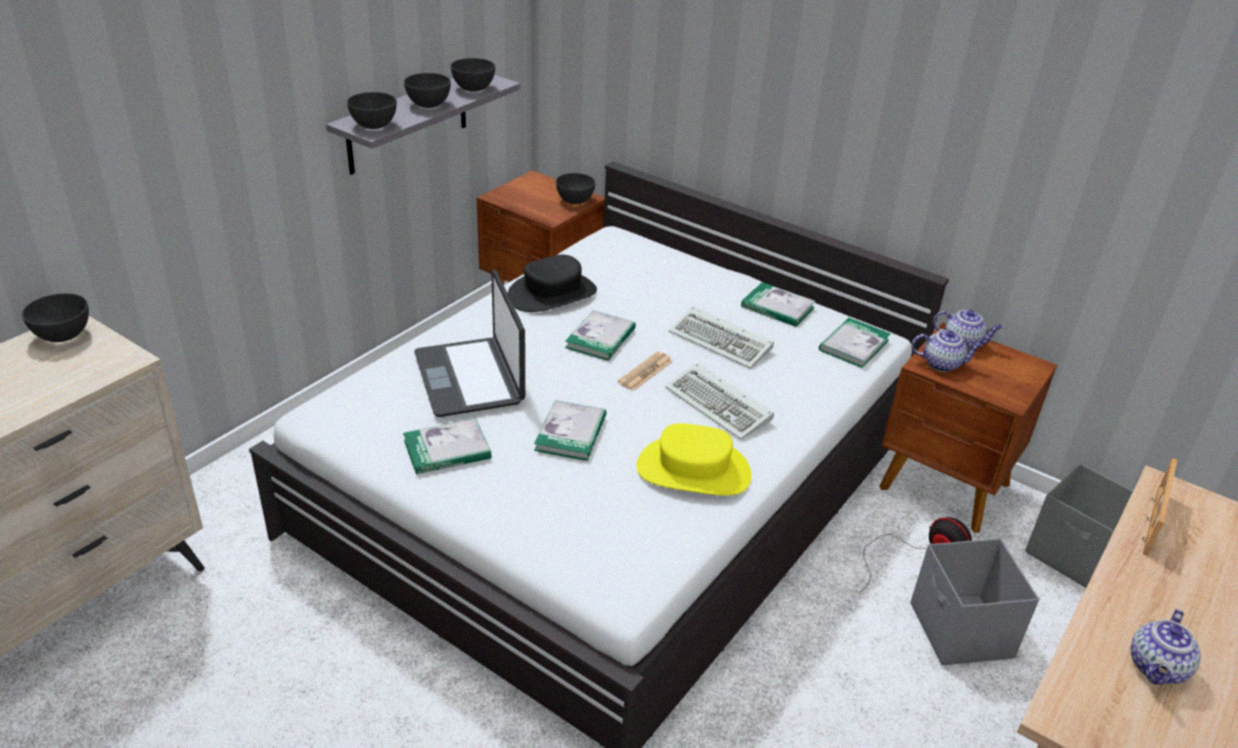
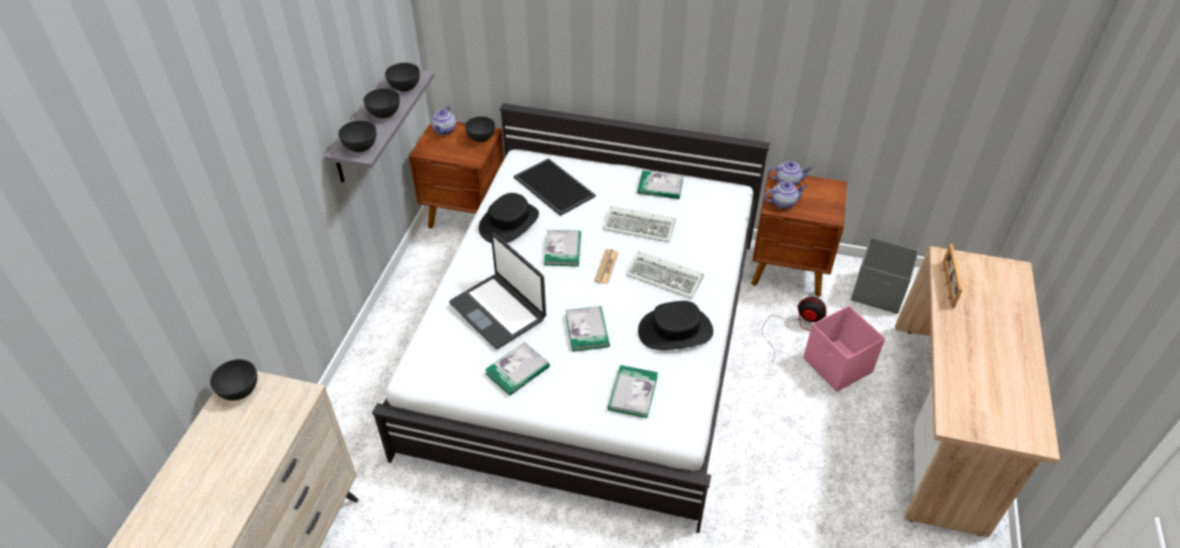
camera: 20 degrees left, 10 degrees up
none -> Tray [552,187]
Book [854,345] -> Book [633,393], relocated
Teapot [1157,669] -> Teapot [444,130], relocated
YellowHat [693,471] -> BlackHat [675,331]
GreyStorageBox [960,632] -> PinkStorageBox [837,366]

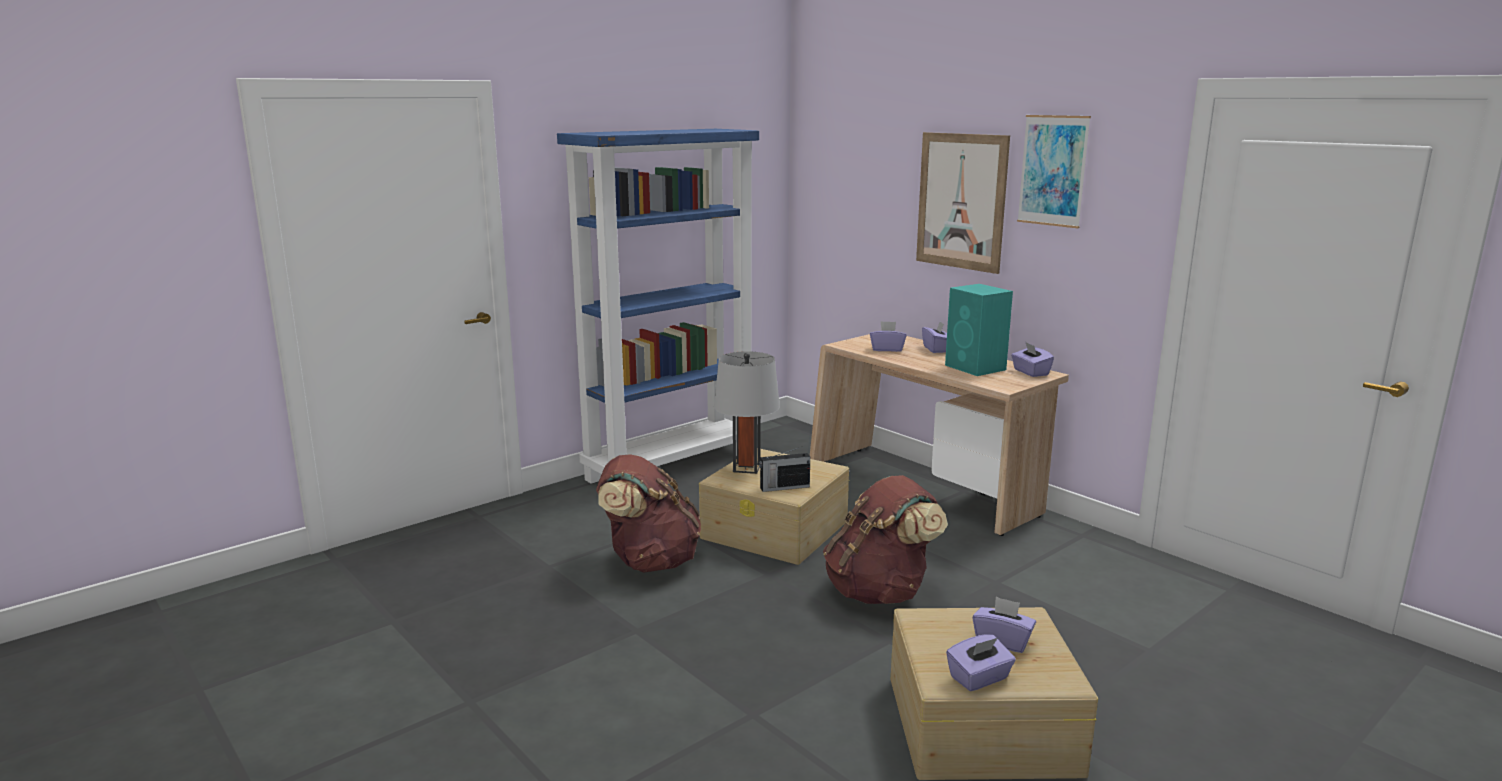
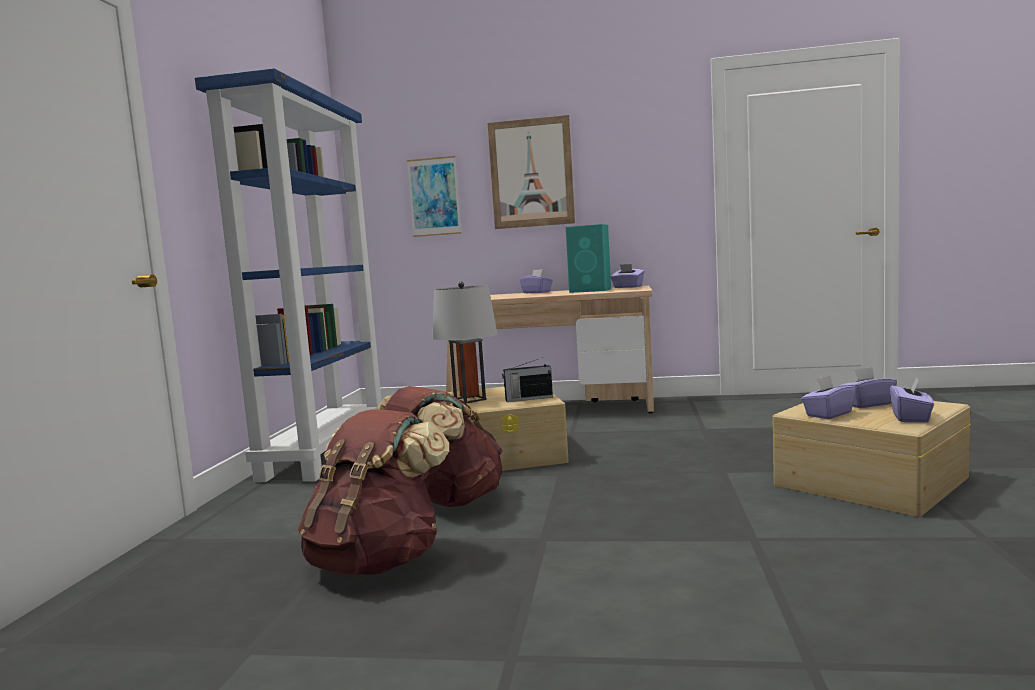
camera: 40 degrees left, 10 degrees down
BrownBackpack [880,592] -> BrownBackpack [377,561], relocated
PurpleTissueBox [887,349] -> PurpleTissueBox [828,414], relocated
Picture [1053,170] -> Picture [434,197], relocated
Radio [783,487] -> Radio [528,399], 45 degrees clockwise

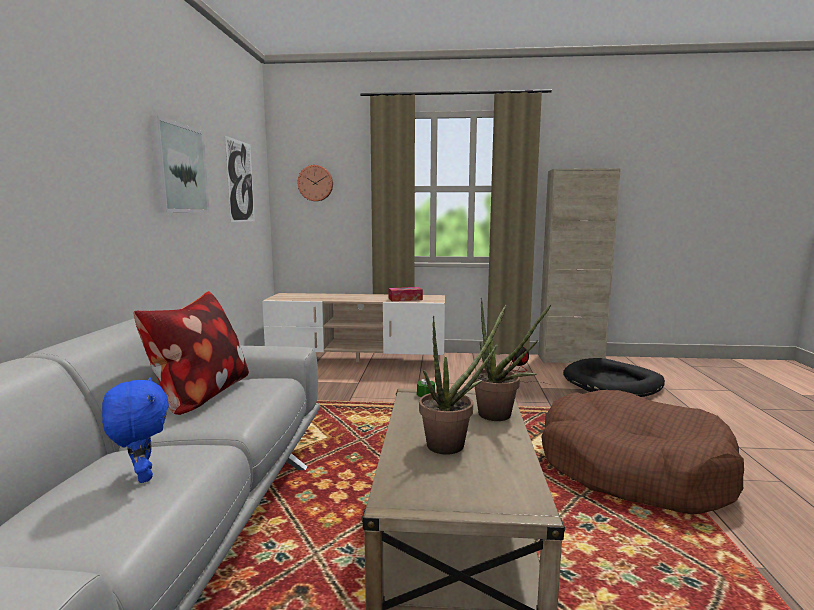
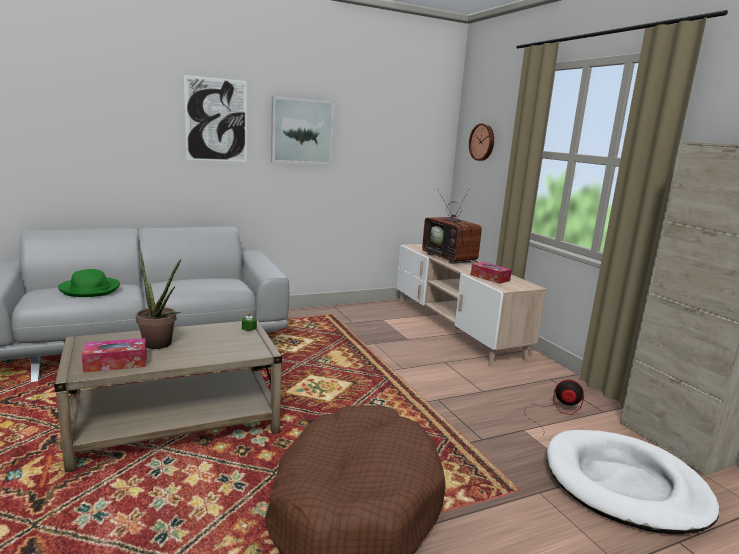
camera: 60 degrees right, 5 degrees up
Pillow [200,397] -> none
PottedPlant [500,417] -> none
none -> TissueBox [116,363]
none -> Television [451,258]
Picture [240,181] -> Picture [216,120], relocated
BluePlushToy [142,476] -> GreenHat [90,289]
BlackDogBed [612,383] -> WhiteDogBed [624,485]

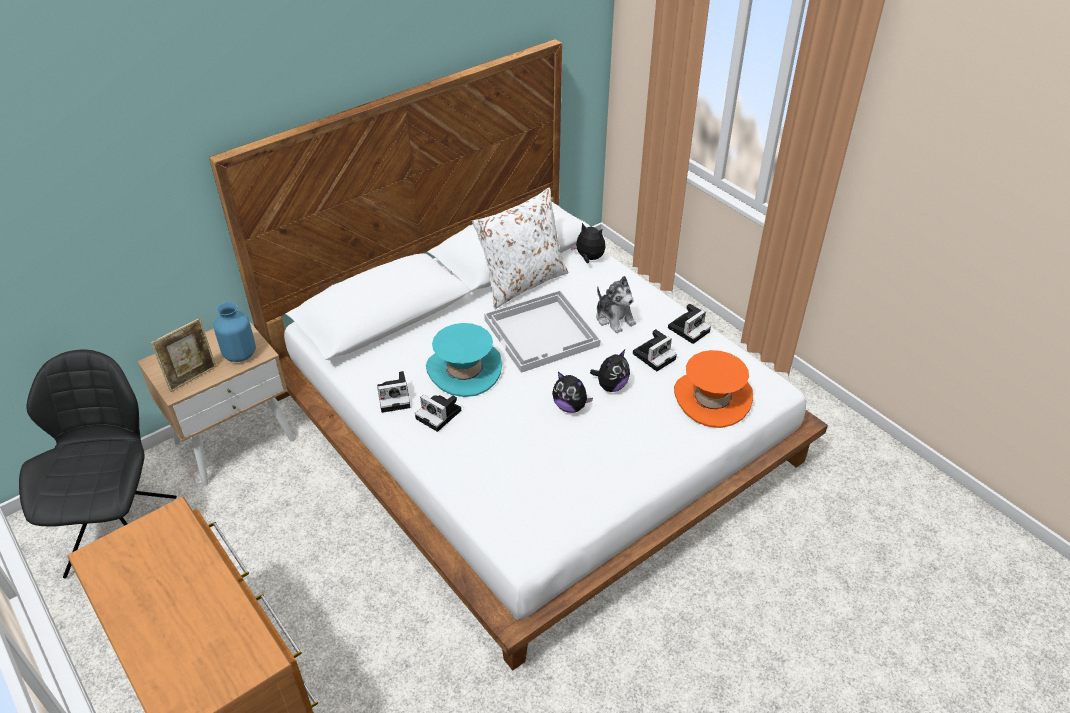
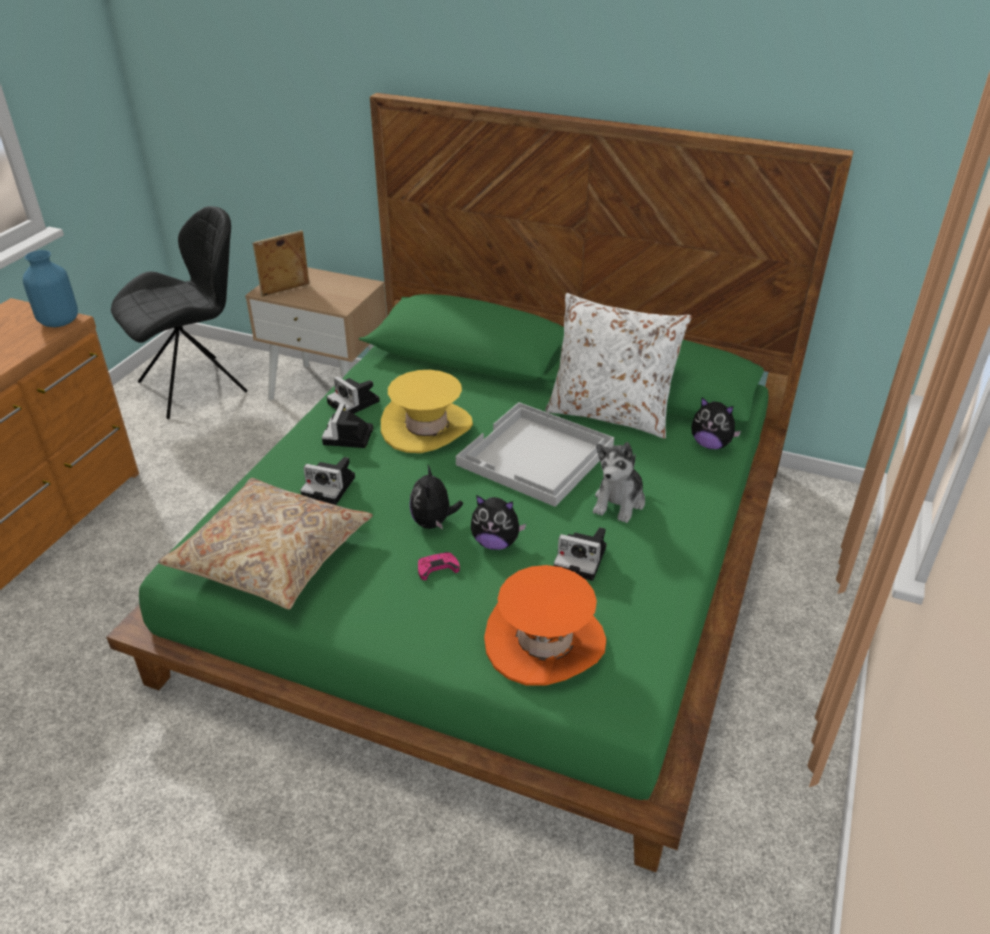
camera: 60 degrees right, 5 degrees down
none -> BeigePillow [272,555]
none -> PinkGameController [437,568]
BlueVase [239,354] -> BlueVase [59,321], relocated
PhotoCamera [689,329] -> PhotoCamera [331,487], relocated
WhiteBed [534,426] -> GreenBed [495,564]
TurquoiseHat [464,370] -> YellowHat [427,427]
PictureFrame [192,377] -> PictureFrame [286,291], 135 degrees clockwise
PlushToy [589,258] -> PlushToy [711,444], 120 degrees clockwise

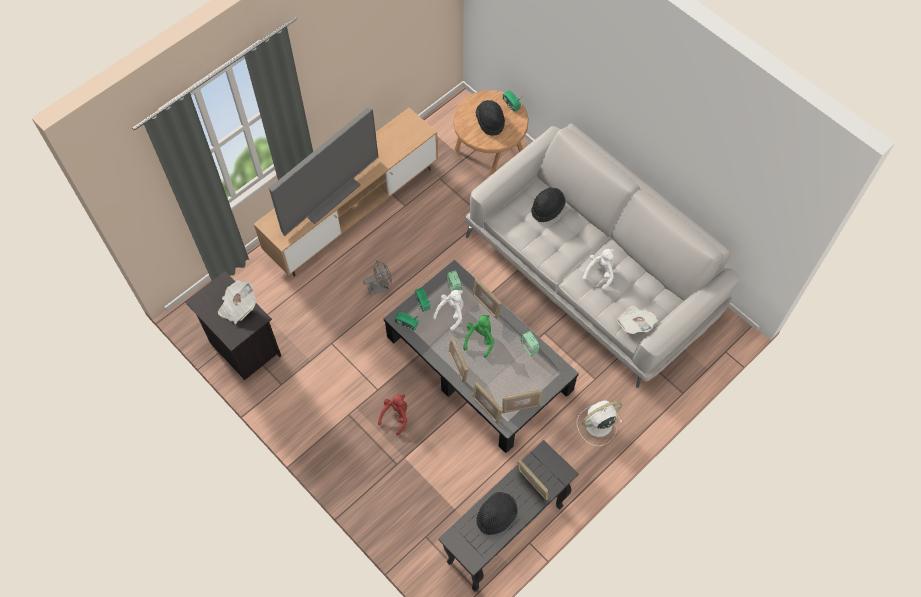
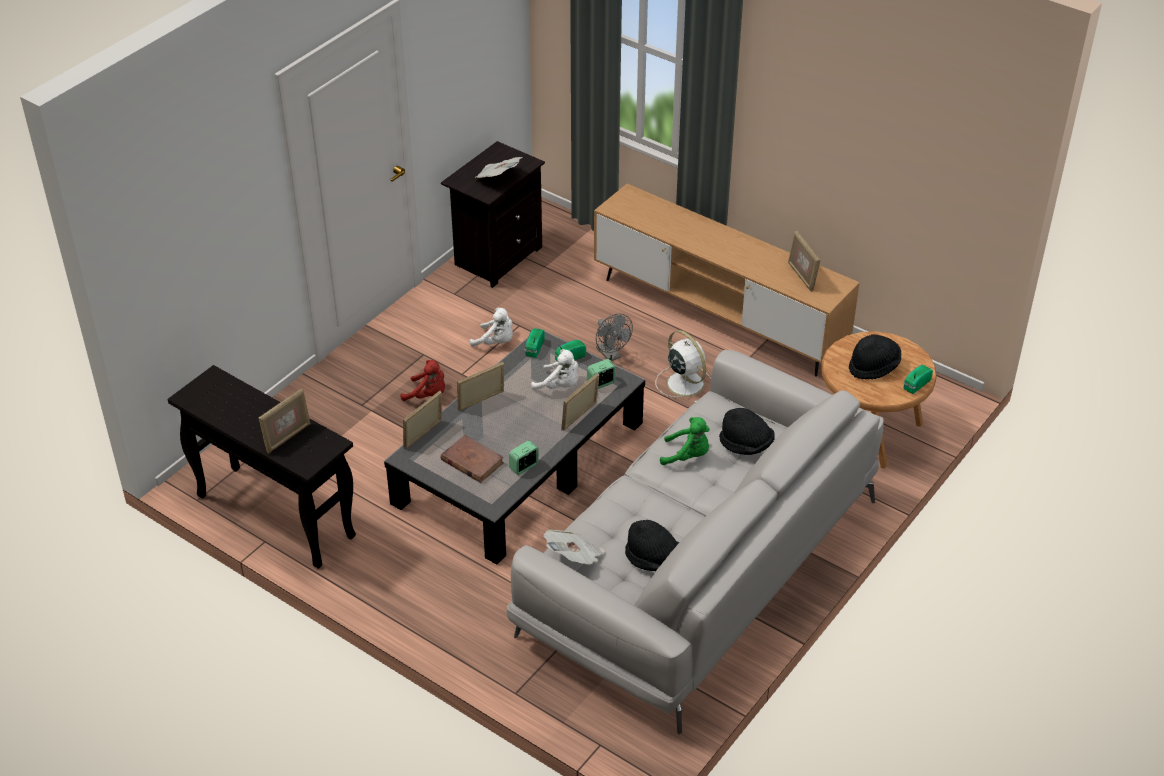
camera: 80 degrees right, 20 degrees down
Television [327,194] -> none
none -> BrownBook [472,461]
GreenPlushToy [480,339] -> GreenPlushToy [687,456], relocated
BlackHat [496,516] -> BlackHat [653,559], relocated
PictureFrame [520,407] -> PictureFrame [802,276], relocated
WhiteFan [597,425] -> WhiteFan [684,382], relocated
WhitePlushToy [600,273] -> WhitePlushToy [496,342], relocated

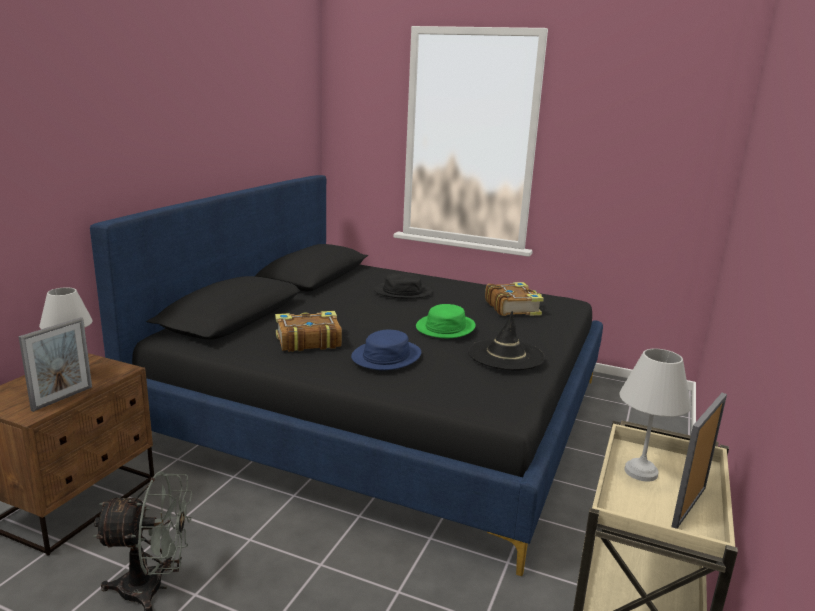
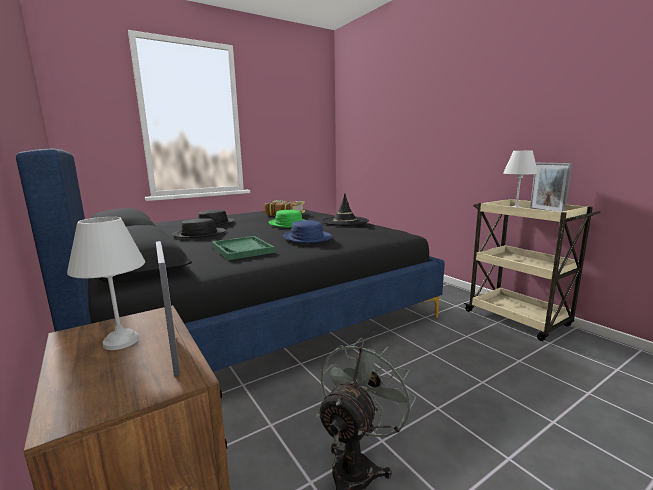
camera: 55 degrees left, 5 degrees down
none -> BlackHat [199,234]
Book [307,341] -> GreenTray [242,249]

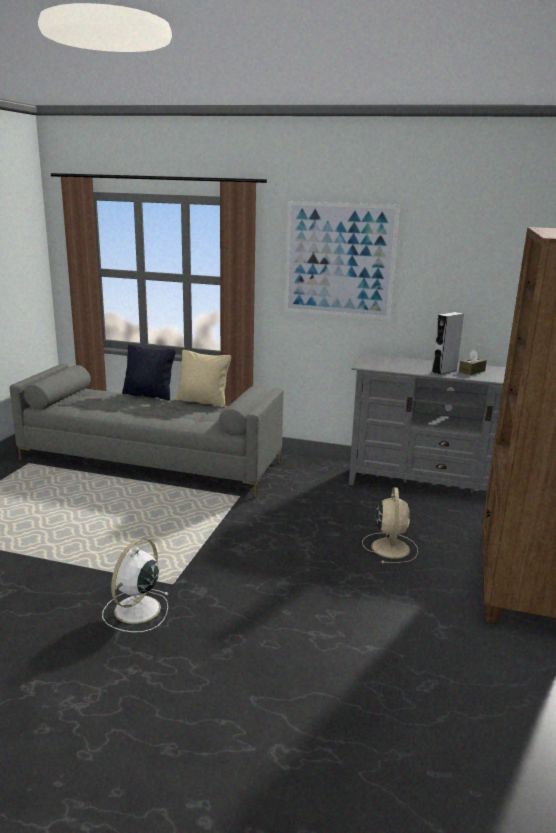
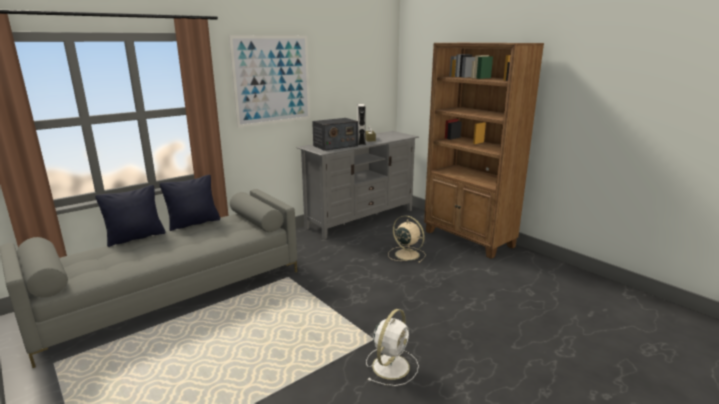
camera: 55 degrees left, 0 degrees up
none -> Radio [335,146]
BeigePillow [203,402] -> BlackPillow [193,223]
WhiteFan [136,610] -> WhiteFan [391,365], 120 degrees counterclockwise

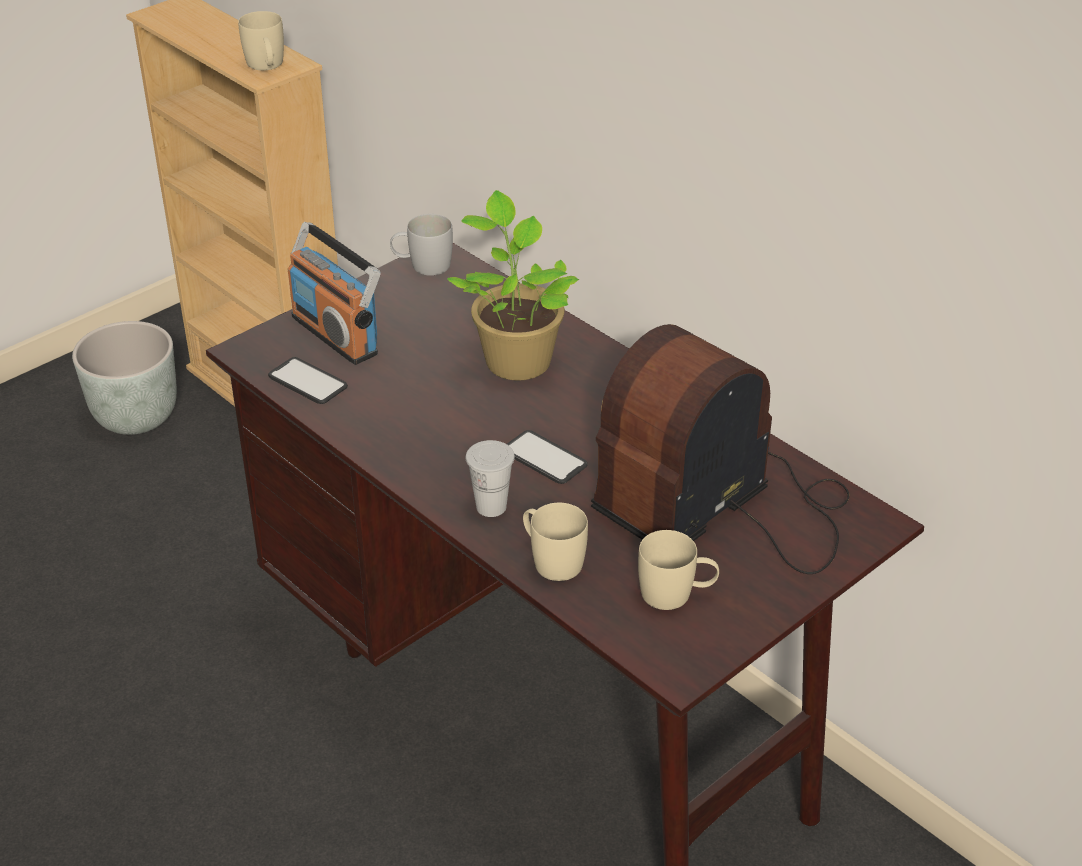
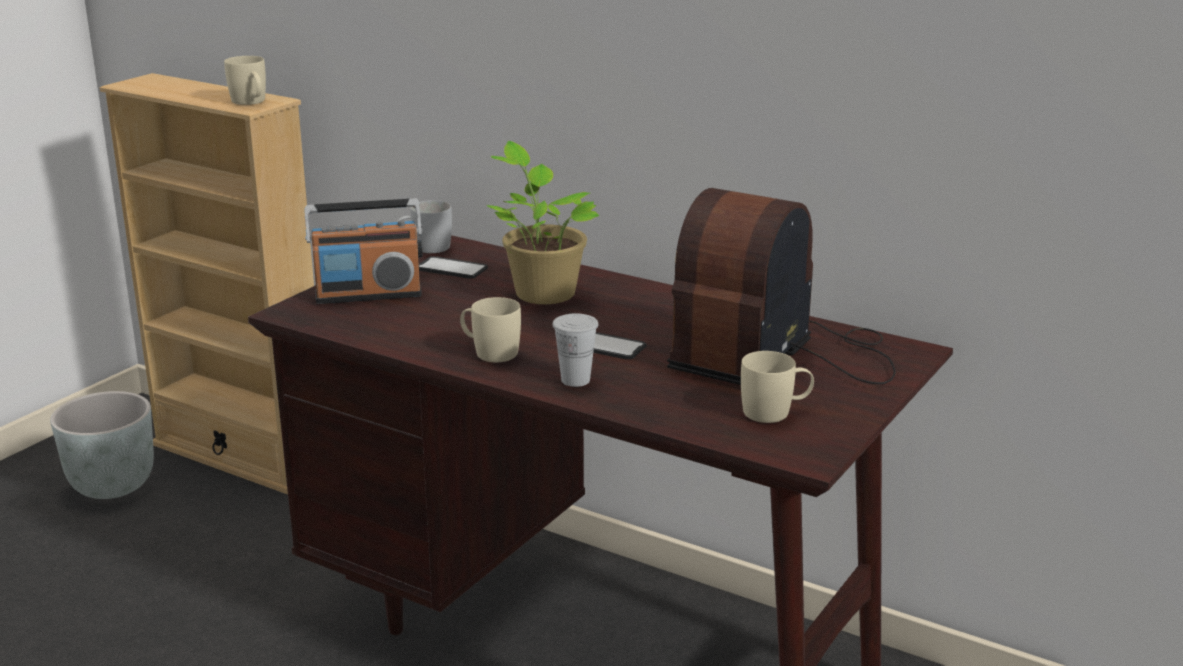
camera: 15 degrees left, 15 degrees down
Phone [308,382] -> Phone [451,269], relocated
BeigeMug [551,559] -> BeigeMug [489,352], relocated
Radio [336,334] -> Radio [368,295], 45 degrees counterclockwise

